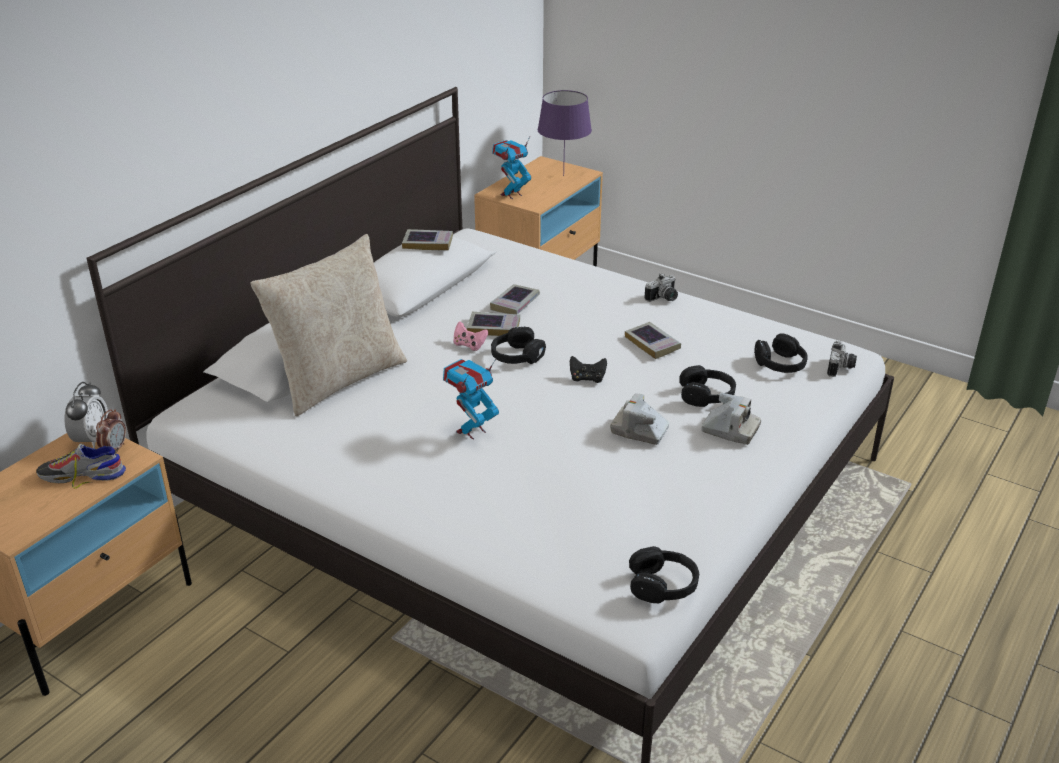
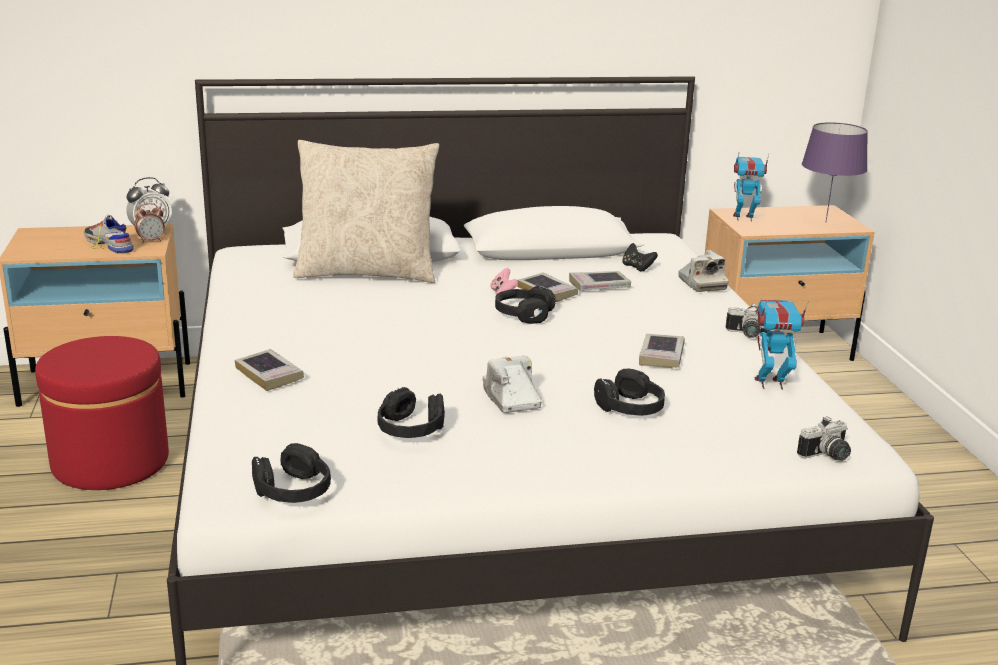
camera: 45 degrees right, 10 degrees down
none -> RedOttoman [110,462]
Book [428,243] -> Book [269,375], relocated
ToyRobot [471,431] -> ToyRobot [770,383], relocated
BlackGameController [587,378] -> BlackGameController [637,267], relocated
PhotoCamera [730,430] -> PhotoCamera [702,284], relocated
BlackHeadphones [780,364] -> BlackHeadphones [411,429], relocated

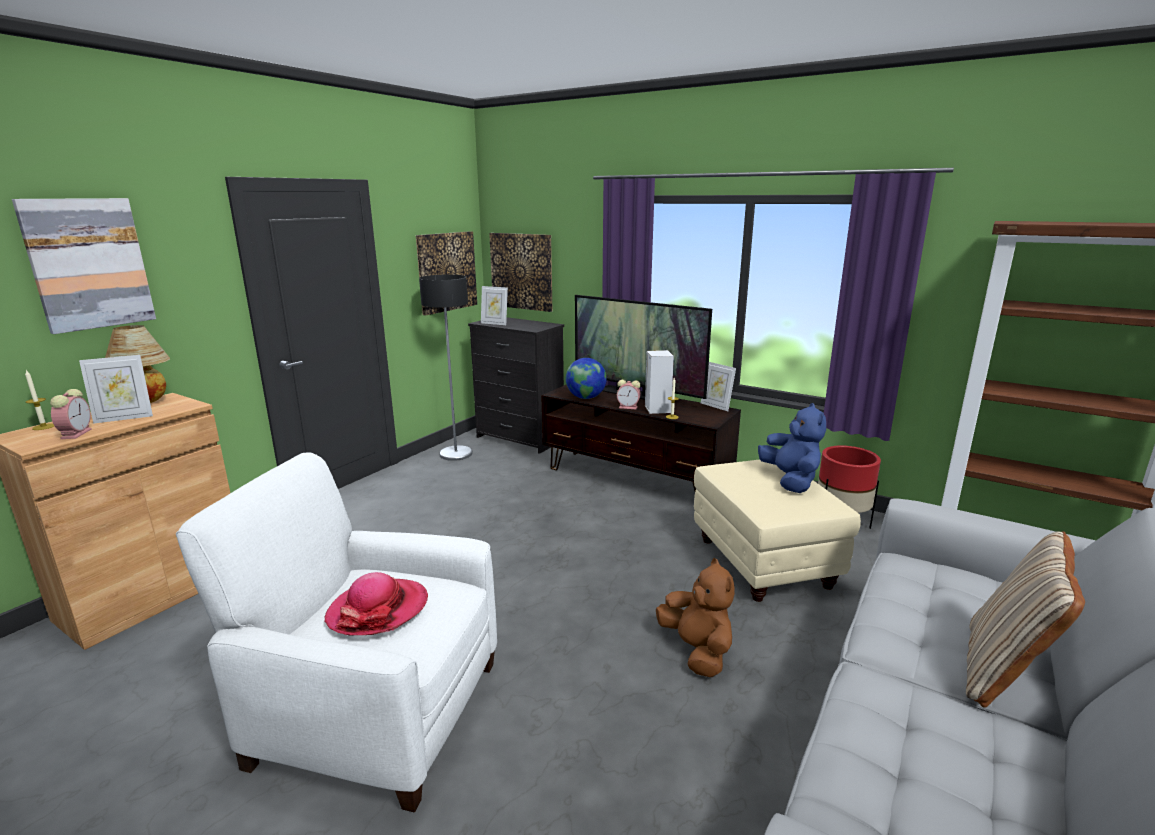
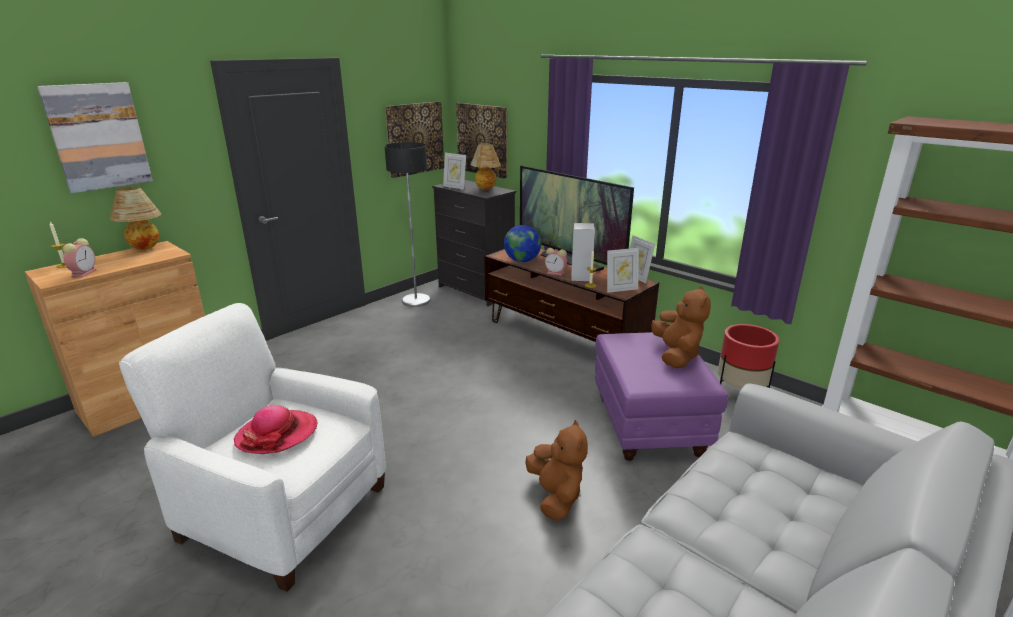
camera: 10 degrees right, 5 degrees up
BeigePillow [1004,671] -> none
none -> TableLamp [486,189]
PictureFrame [124,418] -> PictureFrame [621,289], relocated
BeigeOttoman [764,562] -> PurpleOttoman [649,425]
BluePlushToy [790,480] -> BrownPlushToy [676,355]

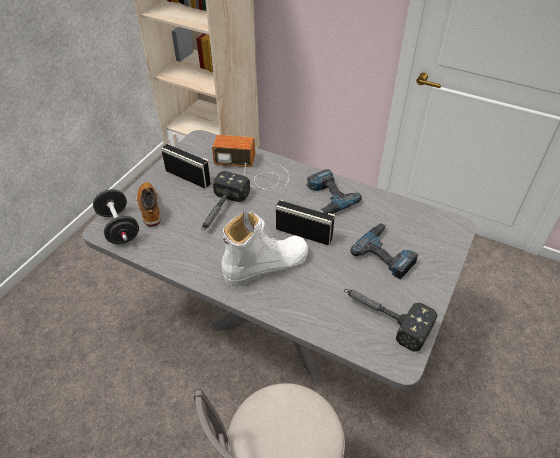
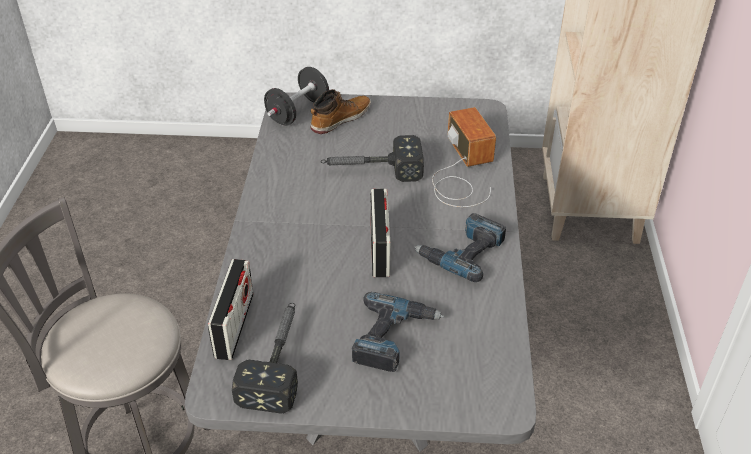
camera: 65 degrees right, 5 degrees down
WhiteBoot [266,265] -> none
Radio [188,177] -> Radio [234,326], relocated

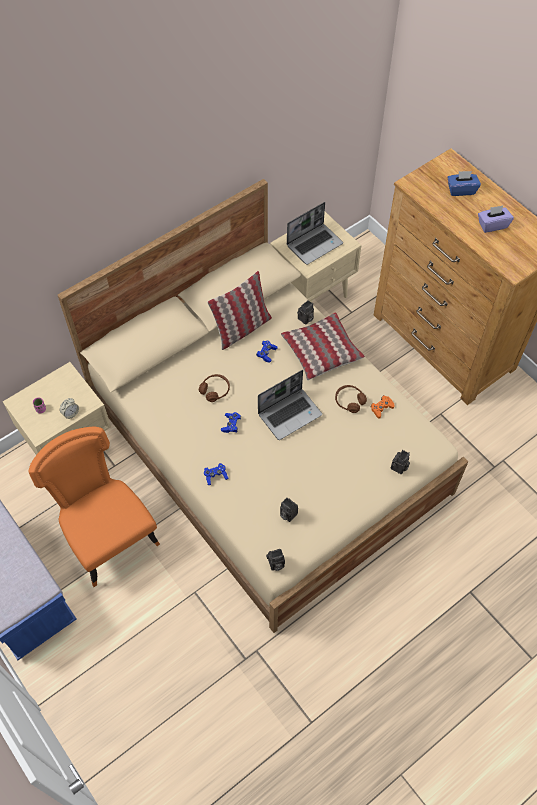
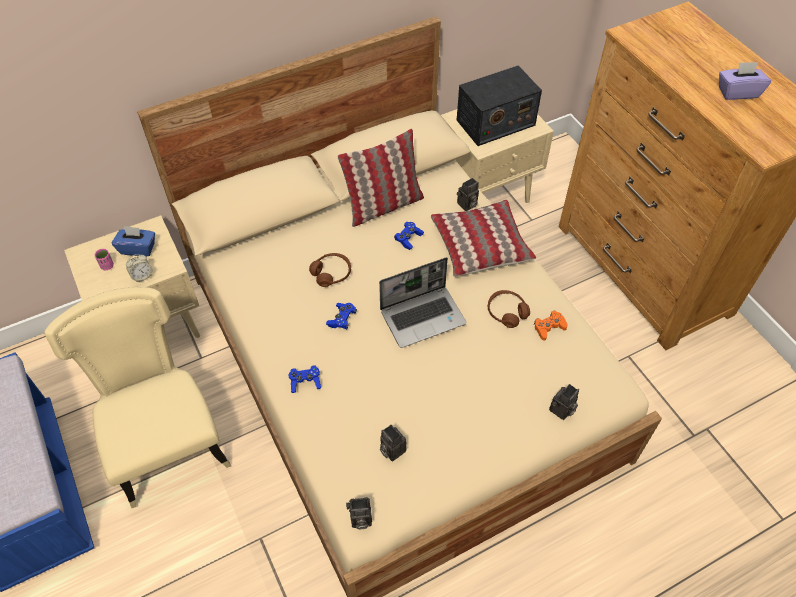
camera: 10 degrees right, 5 degrees down
BlueTissueBox [461,190] -> BlueTissueBox [138,248], relocated
Laptop [314,244] -> Radio [495,123]
OrangeChair [108,537] -> BeigeChair [169,445]

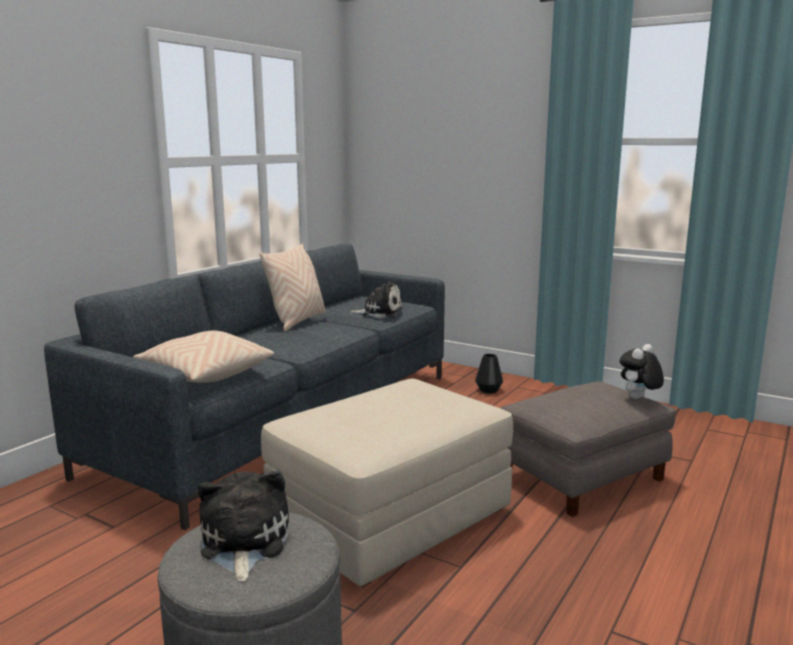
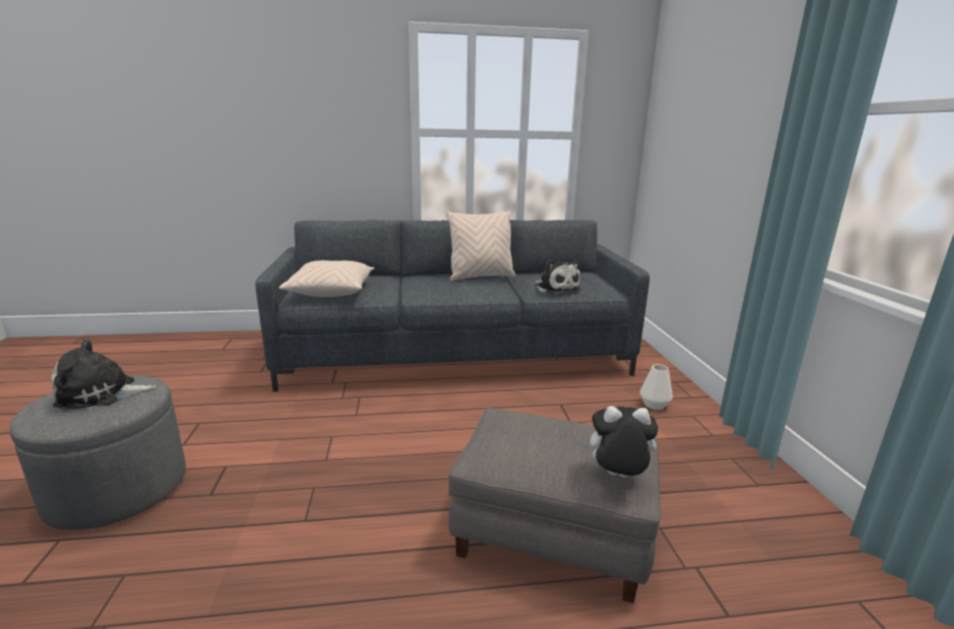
camera: 50 degrees right, 5 degrees up
BeigeOttoman [390,517] -> none
BlackVase [488,390] -> WhiteVase [654,404]
PlushToy [243,543] -> PlushToy [101,394], 150 degrees counterclockwise

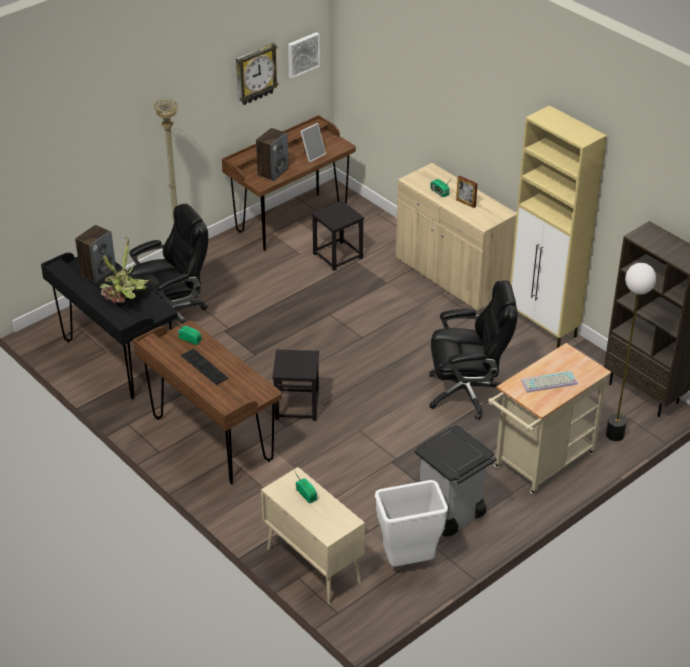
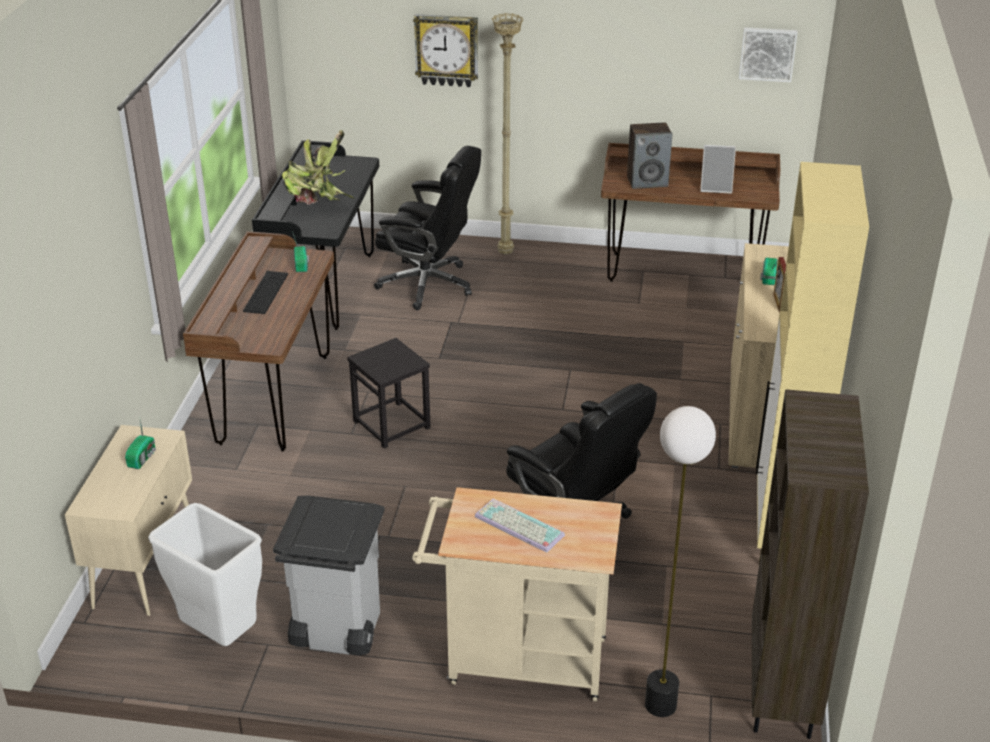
camera: 50 degrees right, 5 degrees down
Speaker [98,272] -> none
BlackStool [338,256] -> none
WallClock [255,74] -> WallClock [447,50], relocated

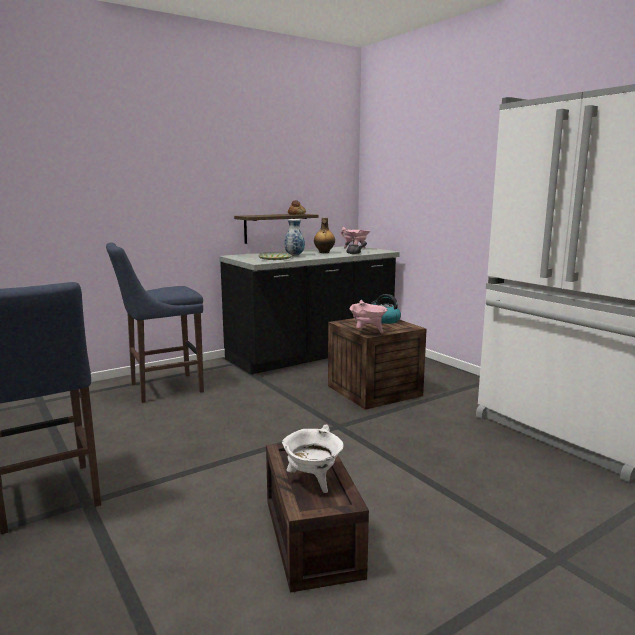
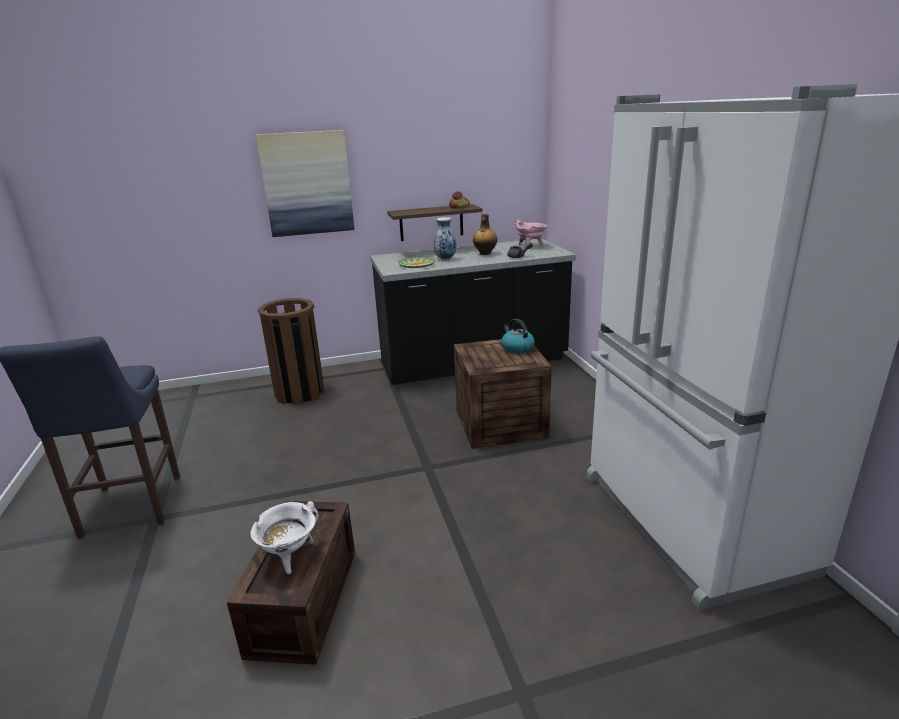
camera: 20 degrees right, 10 degrees up
PinkCookingPot [367,332] -> none
none -> Picture [307,184]
BlueStool [162,388] -> BrownTrashCan [299,393]

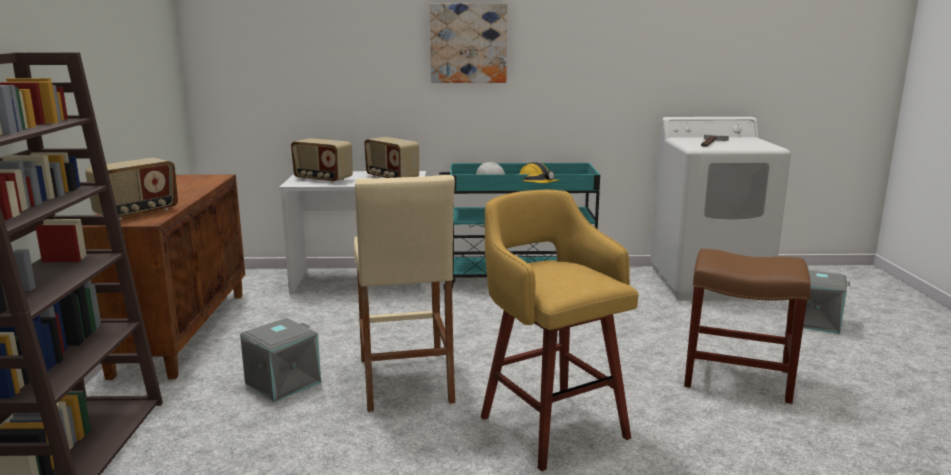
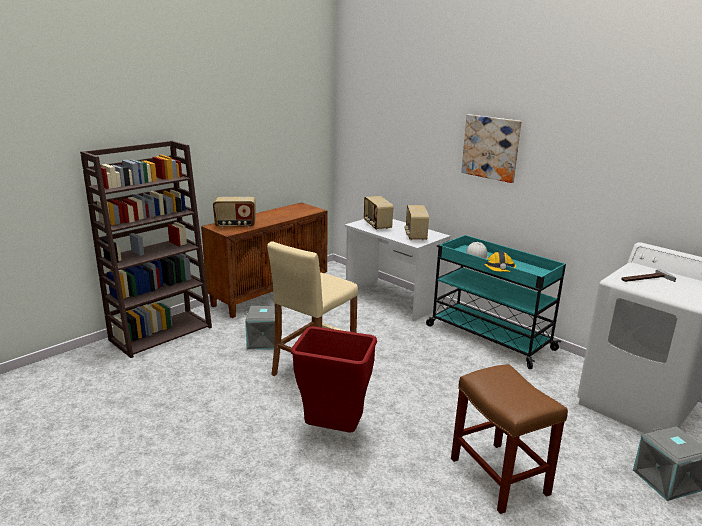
camera: 45 degrees right, 5 degrees up
YellowStool [551,425] -> RedTrashCan [334,432]

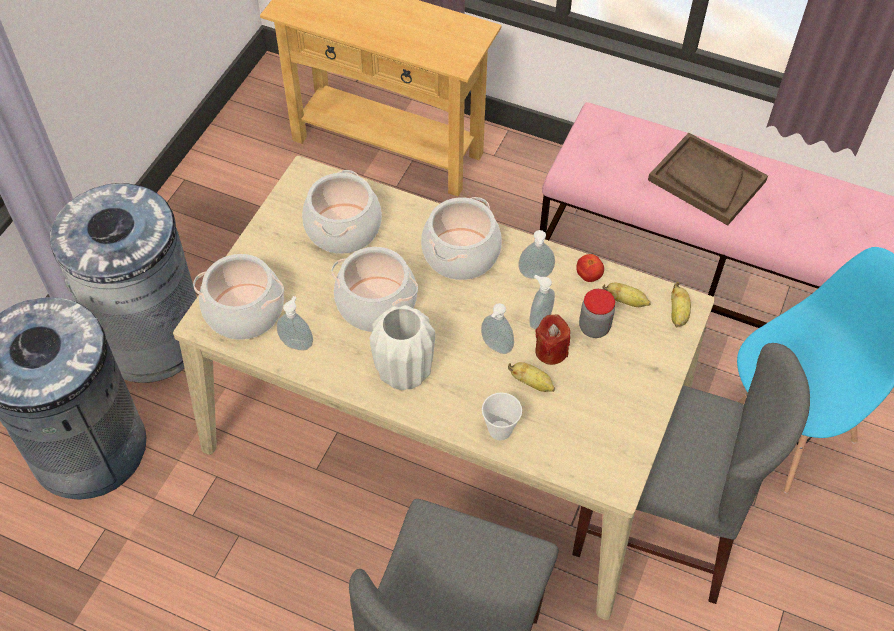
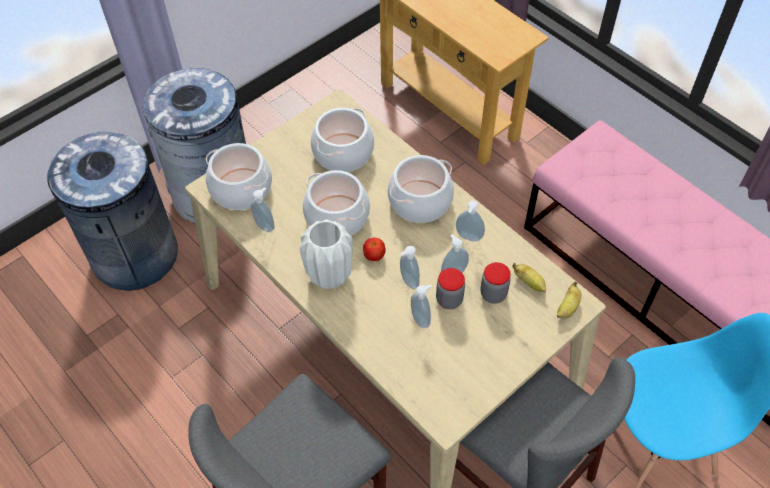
camera: 25 degrees right, 0 degrees up
Cup [500,430] -> none
BrownTray [706,181] -> none
Tomato [588,276] -> Tomato [374,255], relocated
Banana [532,383] -> SoapDispenser [421,319]
RedCandle [551,351] -> Jar [449,300]

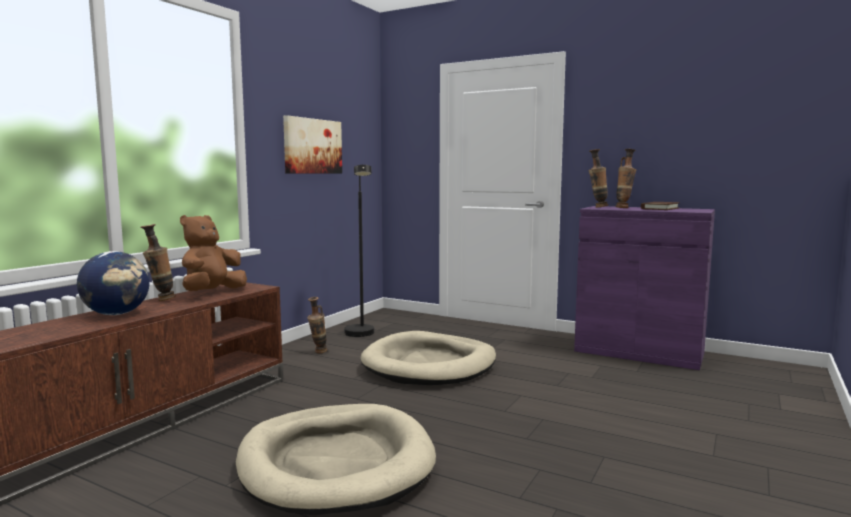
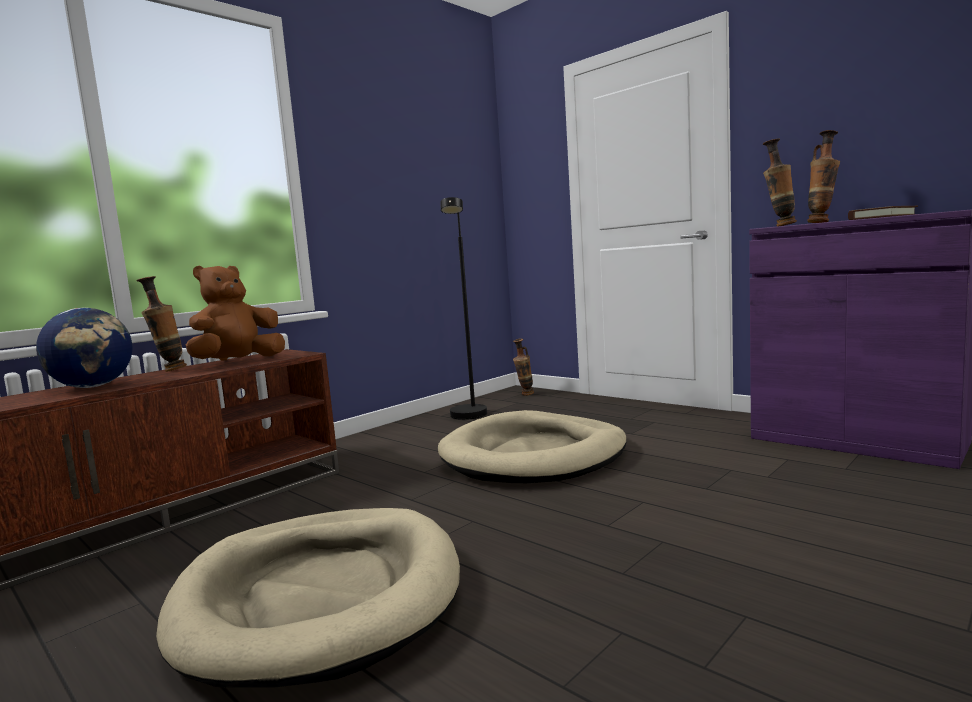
camera: 15 degrees right, 0 degrees up
Picture [312,146] -> none
Vase [318,352] -> Vase [525,395], relocated

